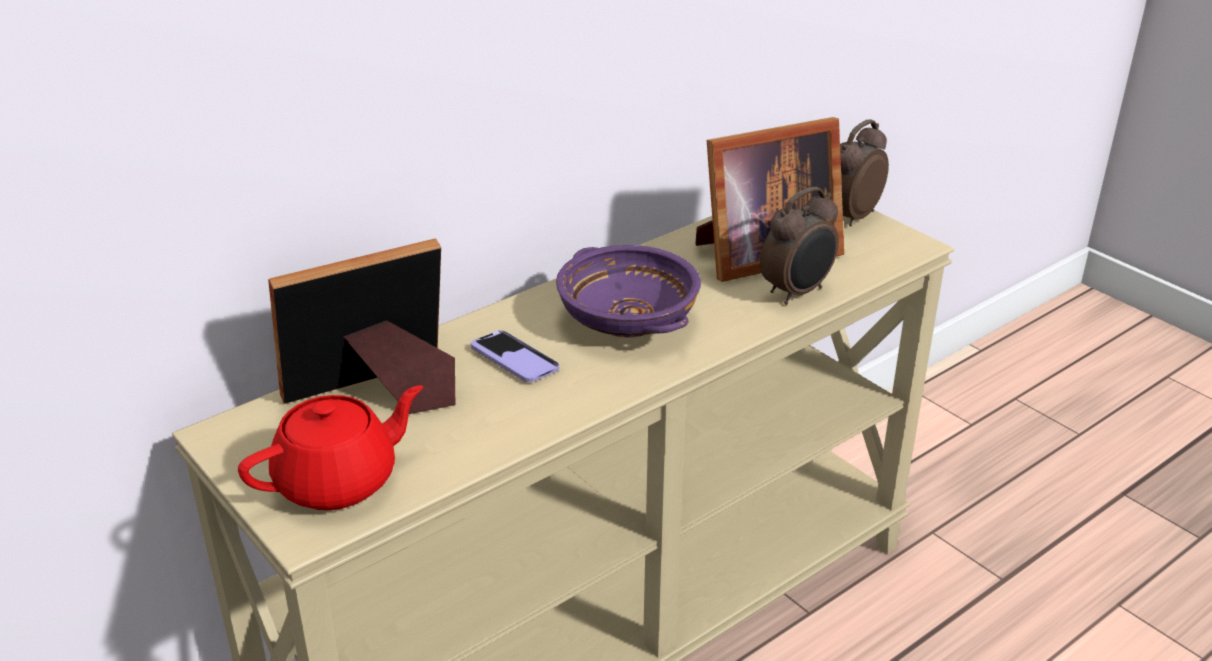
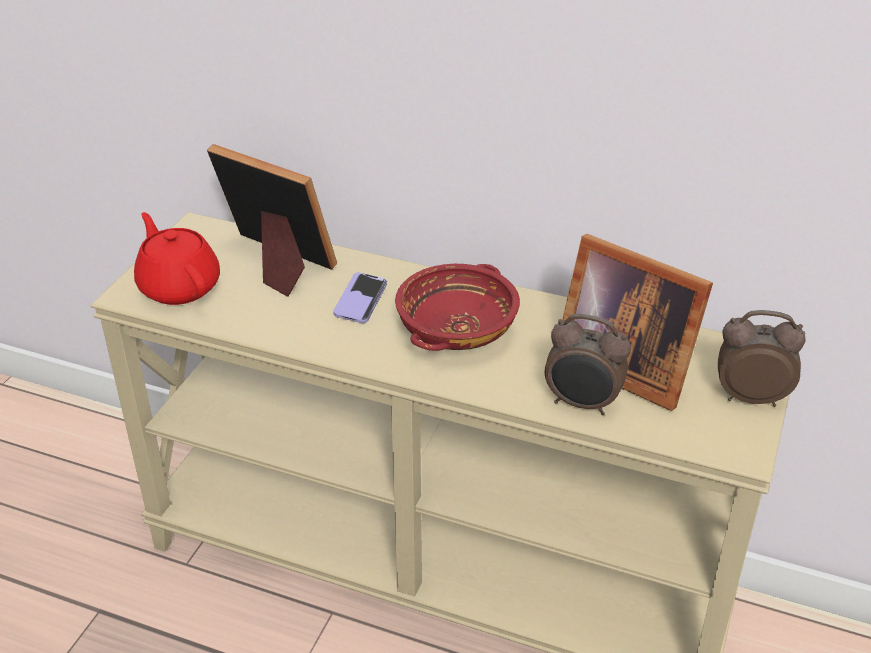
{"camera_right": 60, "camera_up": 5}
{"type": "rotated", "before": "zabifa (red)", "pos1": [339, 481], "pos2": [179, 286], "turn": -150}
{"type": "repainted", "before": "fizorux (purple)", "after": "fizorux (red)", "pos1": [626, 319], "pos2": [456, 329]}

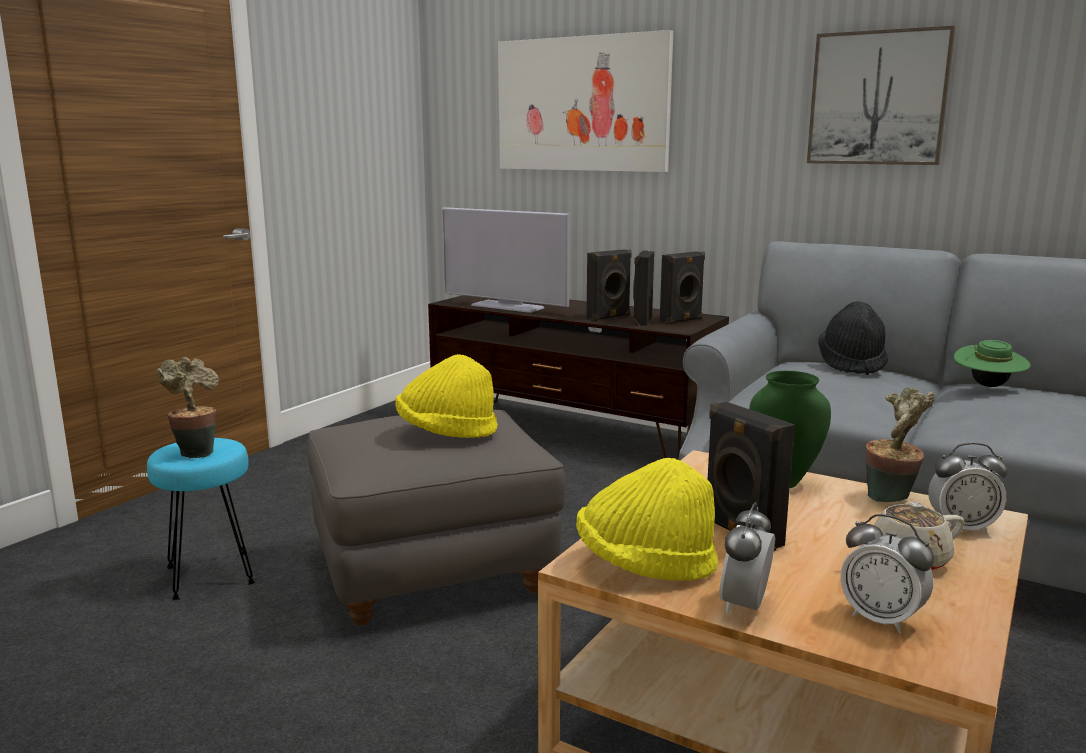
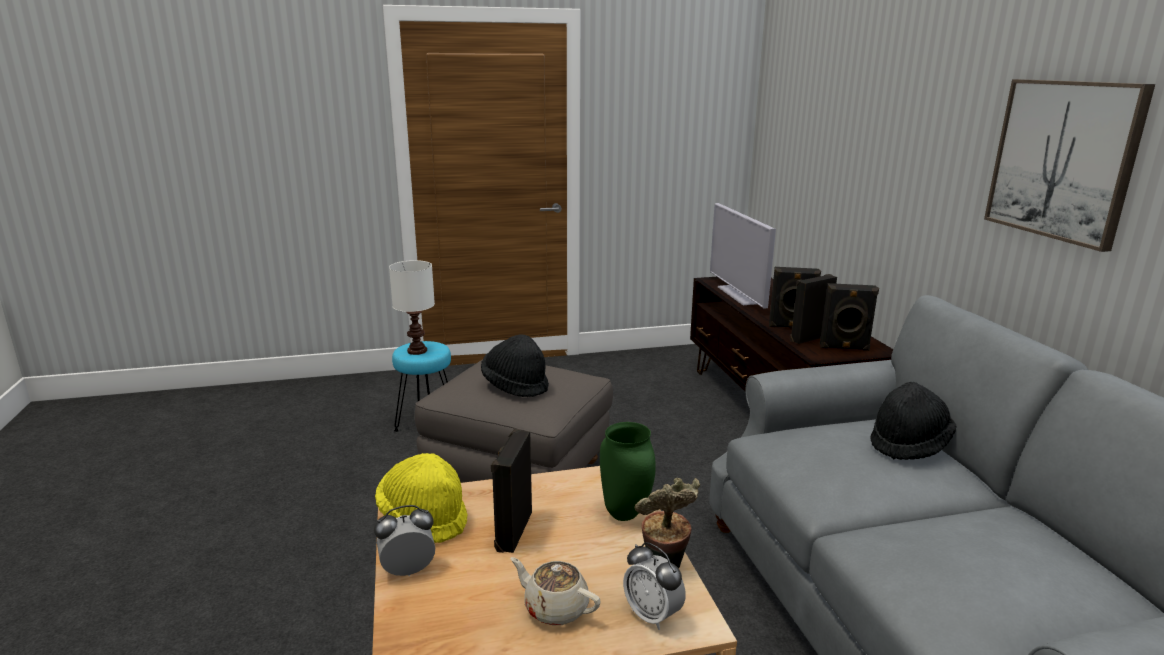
{"camera_right": 45, "camera_up": 5}
{"type": "swapped", "before": "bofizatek", "after": "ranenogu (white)", "pos1": [195, 452], "pos2": [417, 350]}
{"type": "repainted", "before": "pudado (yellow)", "after": "pudado (black)", "pos1": [446, 432], "pos2": [515, 385]}
{"type": "gone", "before": "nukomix", "pos1": [582, 104]}
{"type": "gone", "before": "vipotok", "pos1": [881, 619]}
{"type": "gone", "before": "pudado (green)", "pos1": [987, 386]}

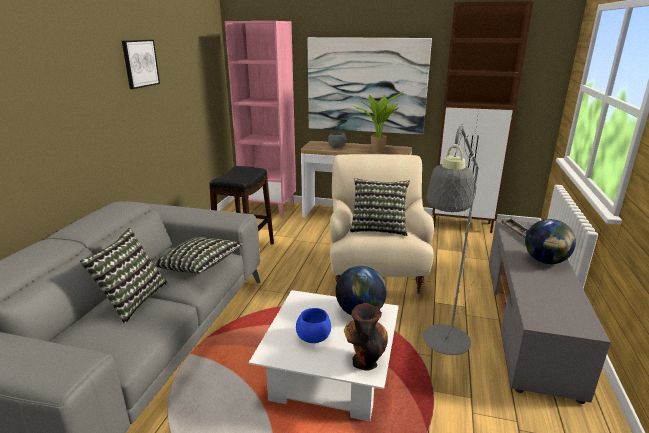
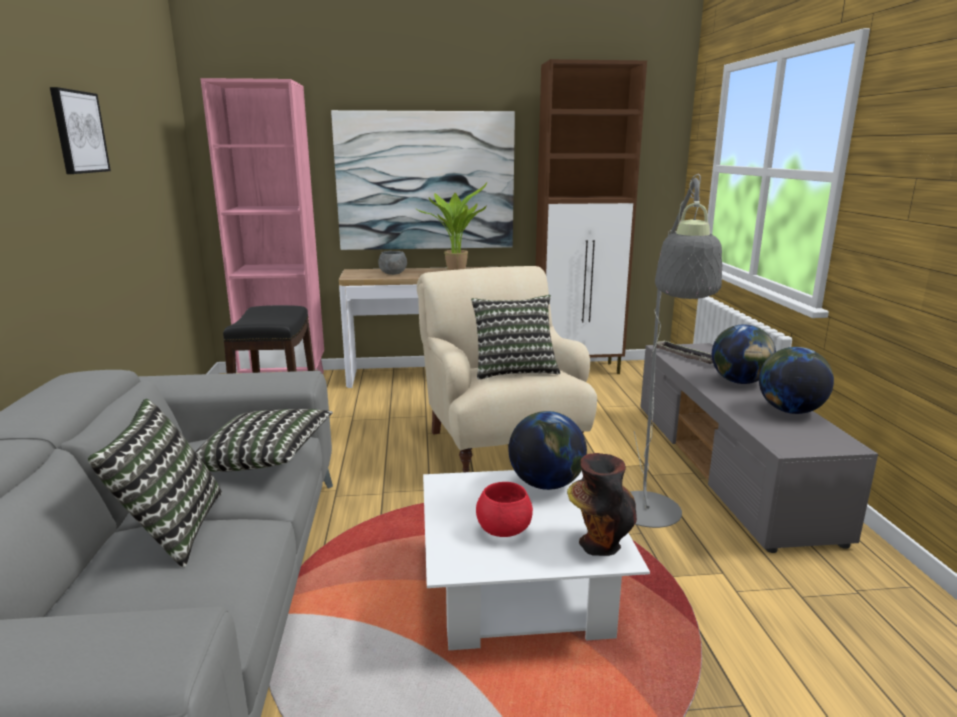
{"camera_right": -20, "camera_up": -5}
{"type": "repainted", "before": "fizorux (blue)", "after": "fizorux (red)", "pos1": [313, 338], "pos2": [504, 530]}
{"type": "new", "after": "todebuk", "pos2": [789, 411]}

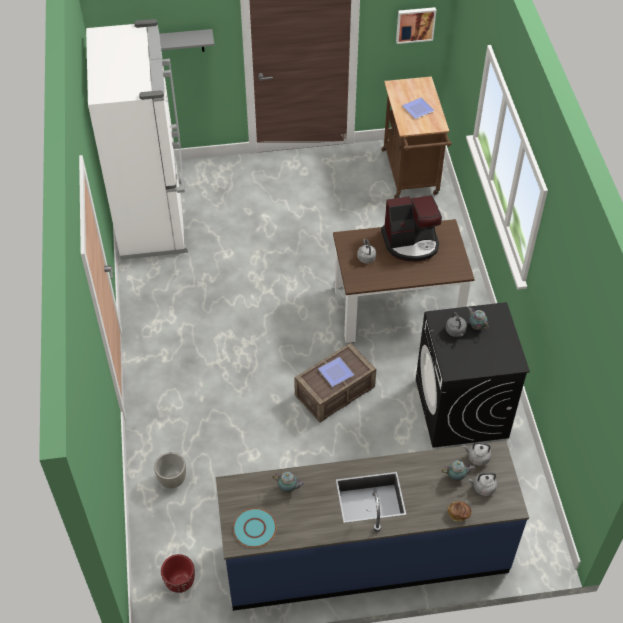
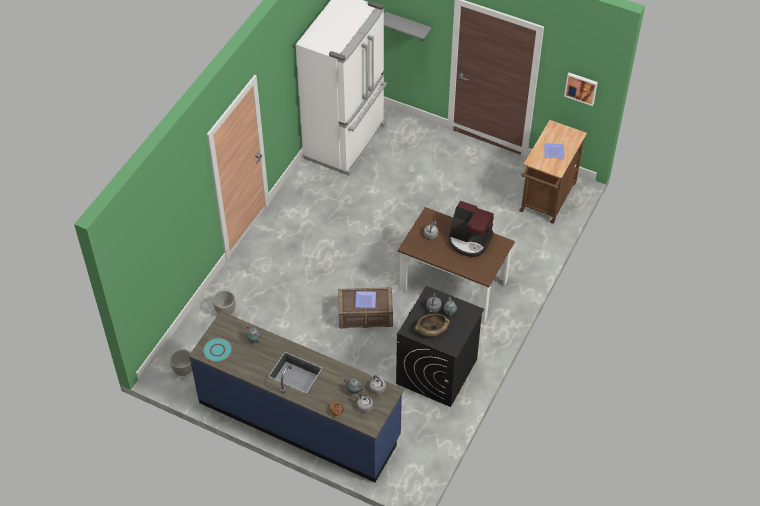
{"camera_right": 35, "camera_up": 0}
{"type": "repainted", "before": "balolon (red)", "after": "balolon (grey)", "pos1": [180, 582], "pos2": [183, 370]}
{"type": "new", "after": "fizorux (brown)", "pos2": [432, 329]}

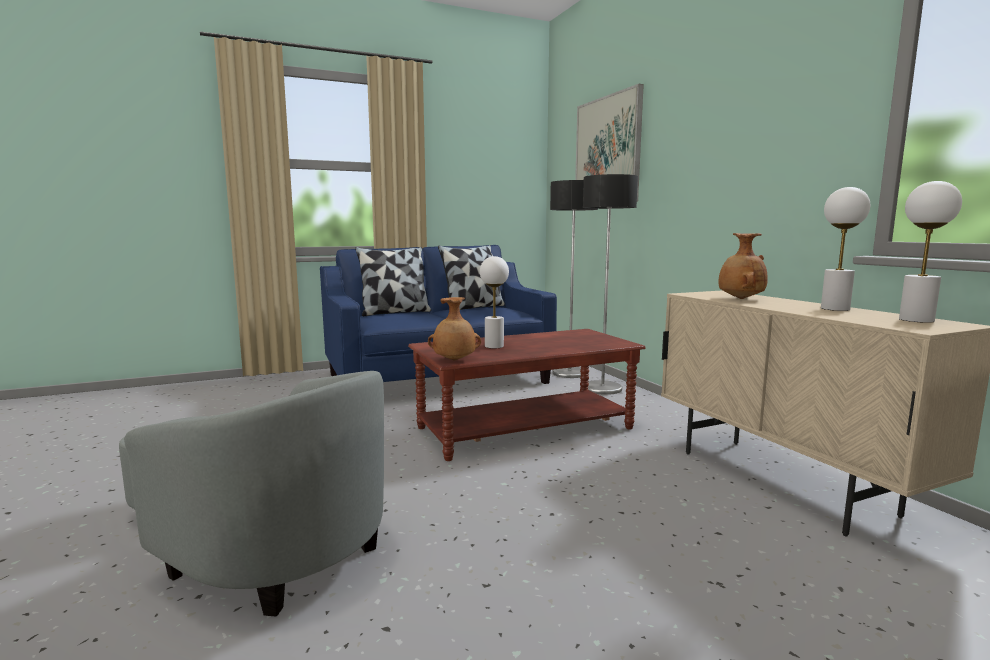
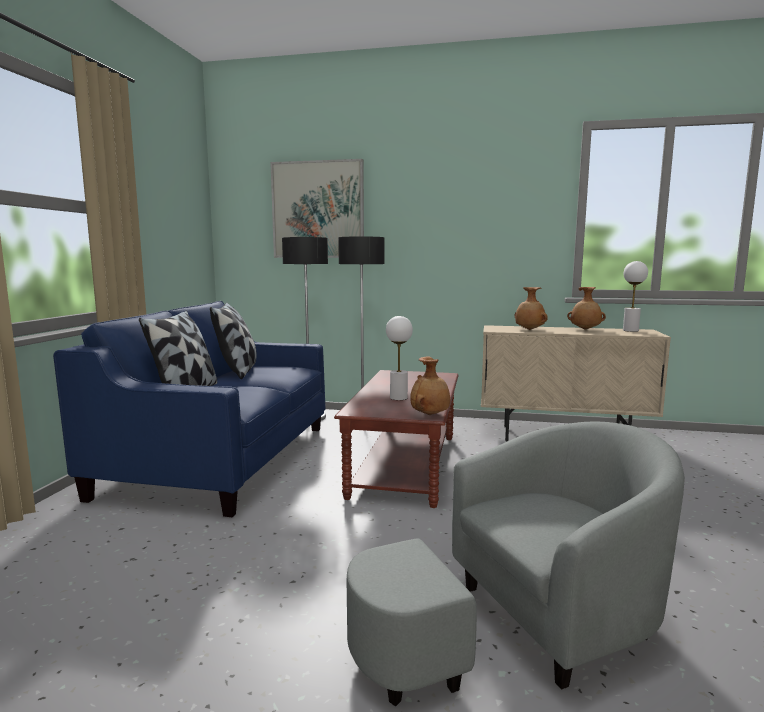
{"camera_right": -55, "camera_up": 0}
{"type": "swapped", "before": "ranenogu (white)", "after": "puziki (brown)", "pos1": [834, 309], "pos2": [585, 329]}

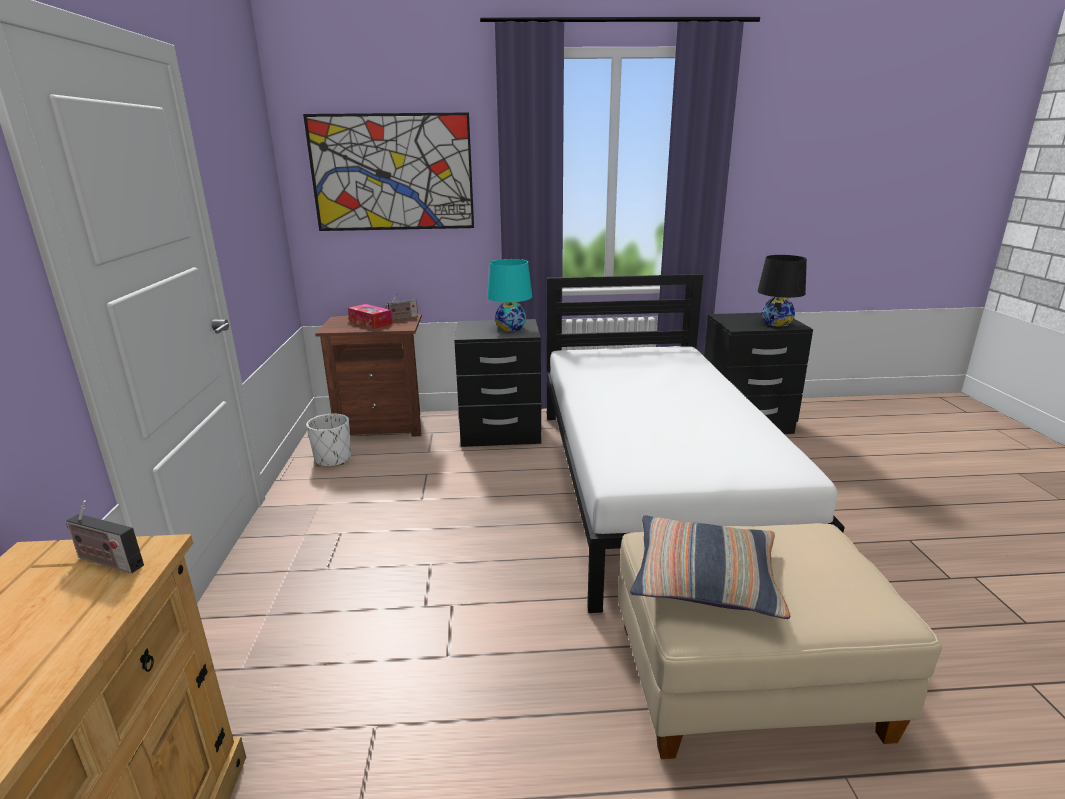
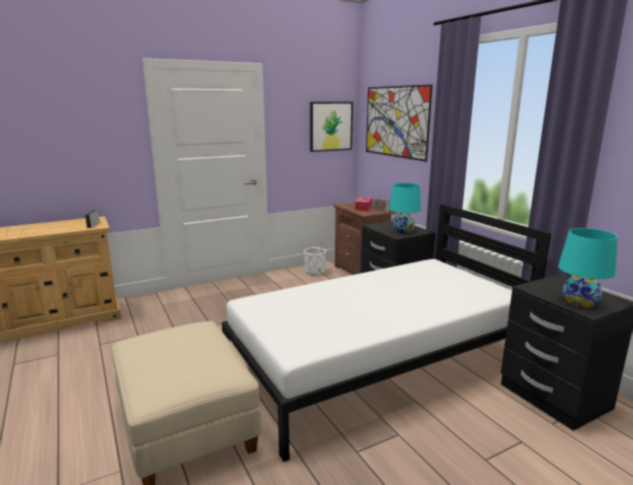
{"camera_right": 65, "camera_up": -5}
{"type": "new", "after": "nukomix", "pos2": [330, 126]}
{"type": "repainted", "before": "ranenogu (black)", "after": "ranenogu (turquoise)", "pos1": [776, 323], "pos2": [580, 302]}
{"type": "gone", "before": "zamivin", "pos1": [705, 578]}

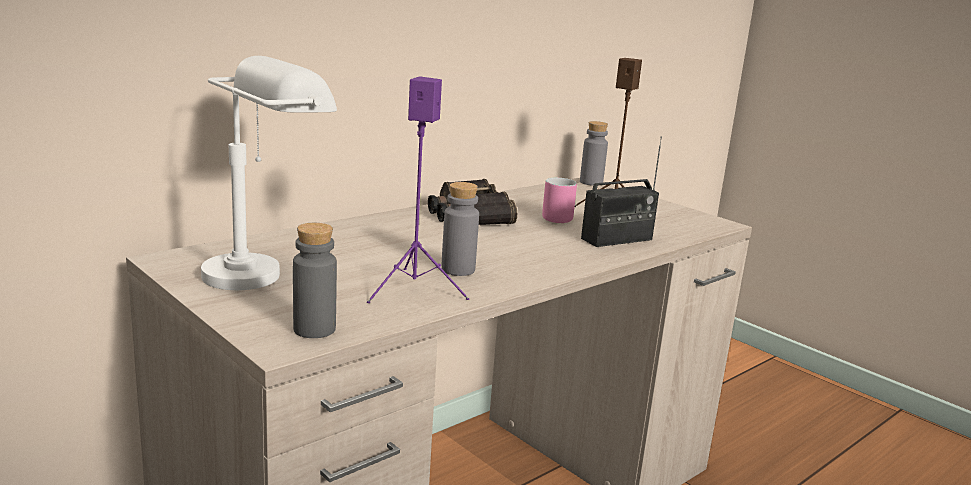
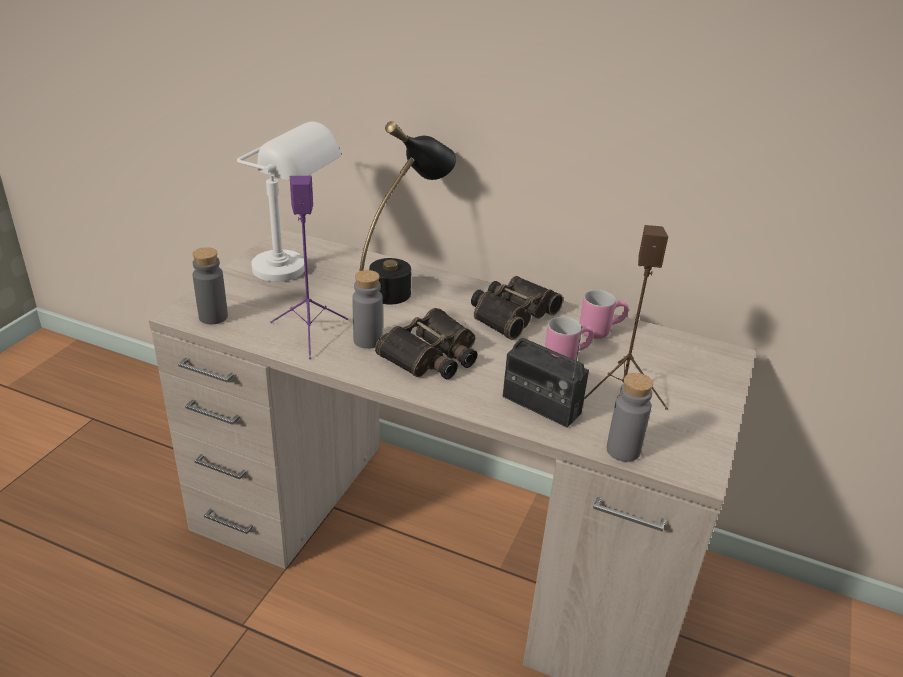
{"camera_right": 65, "camera_up": 15}
{"type": "new", "after": "ranenogu (black)", "pos2": [403, 285]}
{"type": "new", "after": "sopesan", "pos2": [432, 356]}
{"type": "new", "after": "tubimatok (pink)", "pos2": [600, 329]}
{"type": "shifted", "before": "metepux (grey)", "pos1": [591, 182], "pos2": [623, 450]}

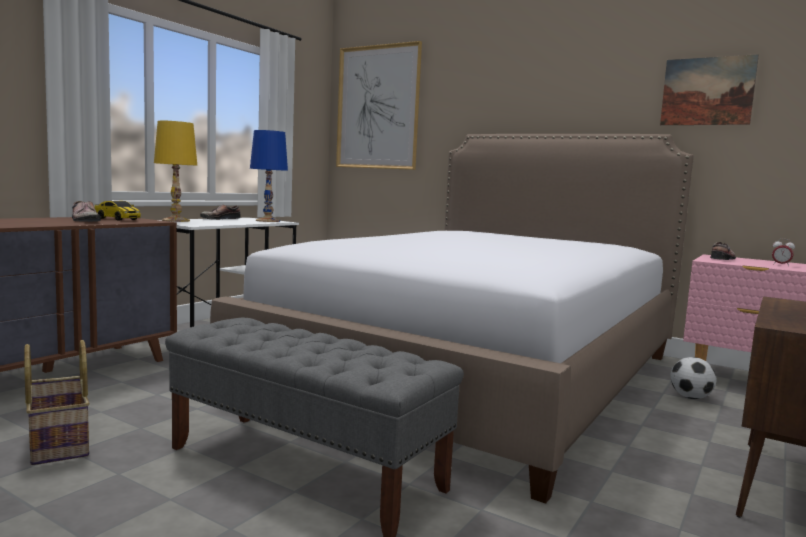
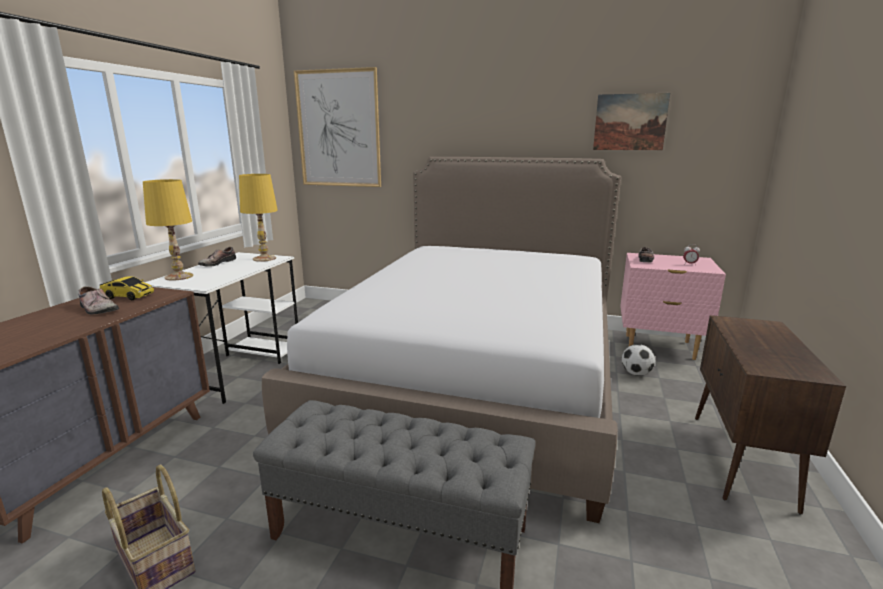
{"camera_right": -15, "camera_up": 10}
{"type": "repainted", "before": "ranenogu (blue)", "after": "ranenogu (yellow)", "pos1": [268, 221], "pos2": [265, 258]}

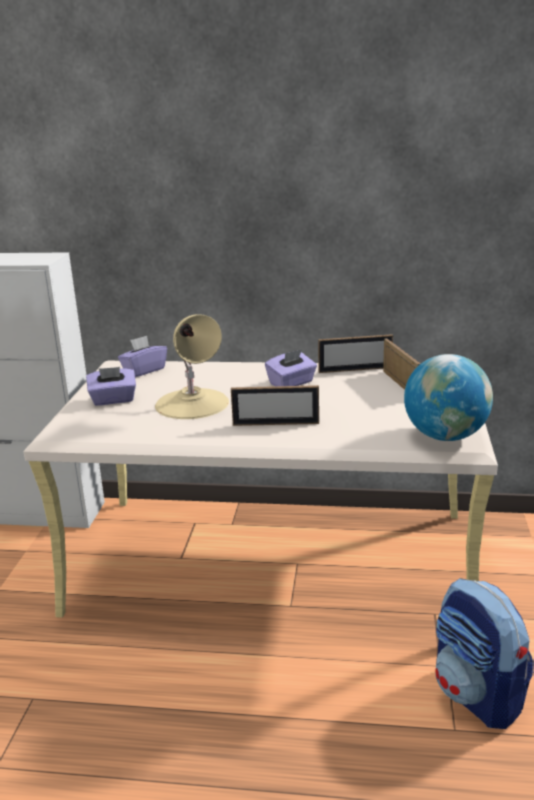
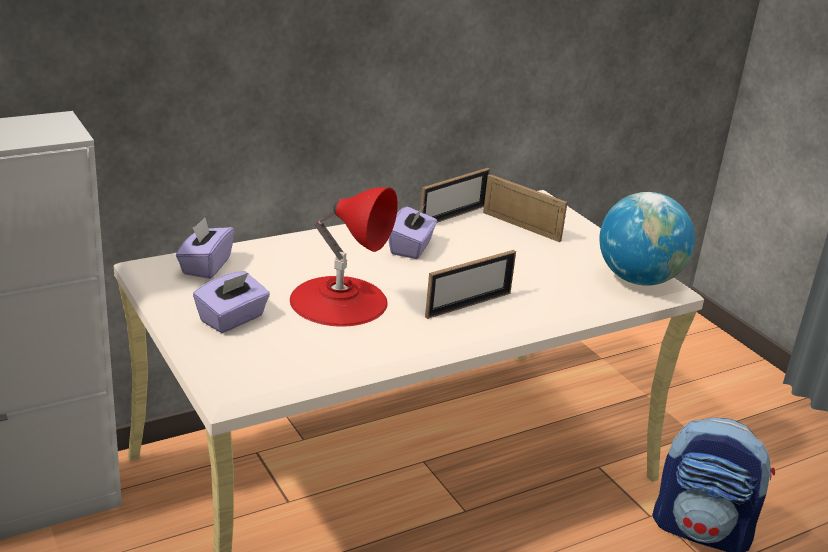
{"camera_right": -40, "camera_up": 5}
{"type": "repainted", "before": "ranenogu (beige)", "after": "ranenogu (red)", "pos1": [192, 403], "pos2": [339, 300]}

